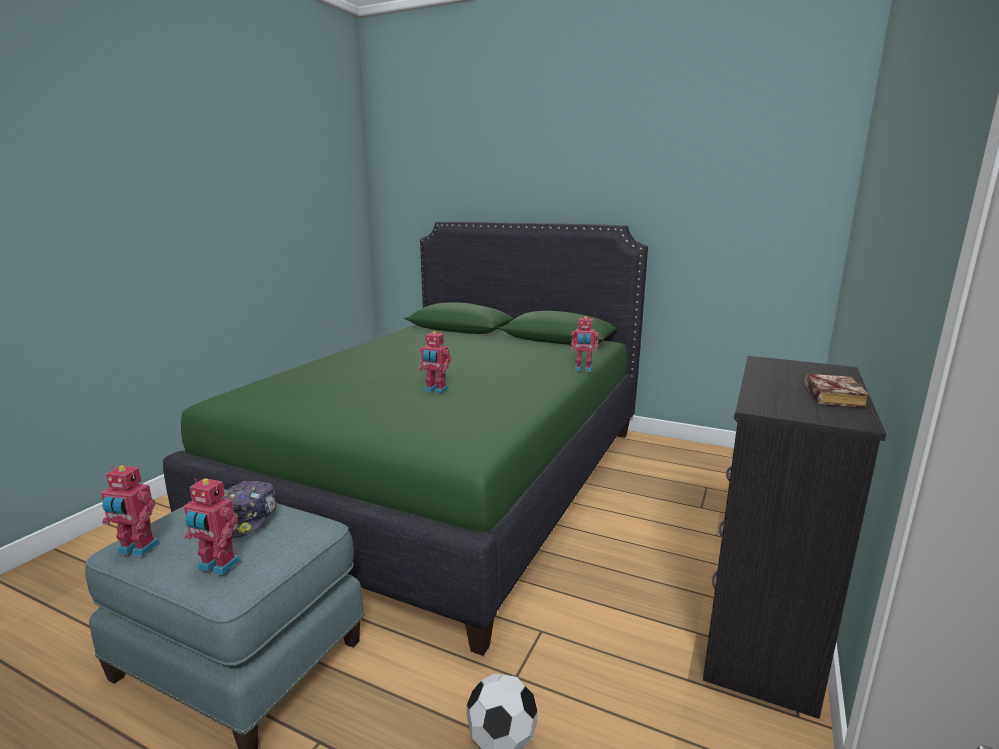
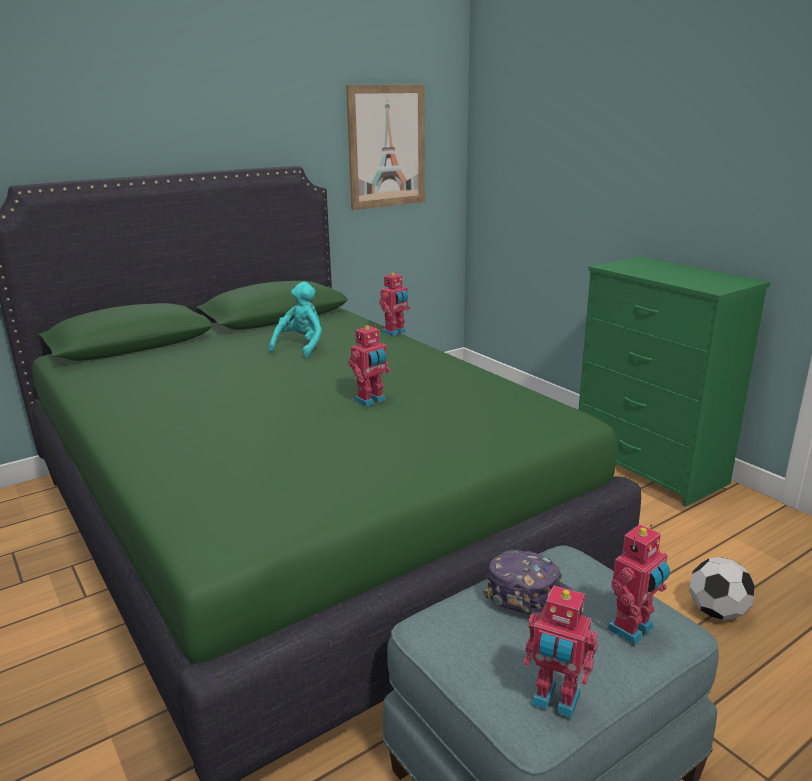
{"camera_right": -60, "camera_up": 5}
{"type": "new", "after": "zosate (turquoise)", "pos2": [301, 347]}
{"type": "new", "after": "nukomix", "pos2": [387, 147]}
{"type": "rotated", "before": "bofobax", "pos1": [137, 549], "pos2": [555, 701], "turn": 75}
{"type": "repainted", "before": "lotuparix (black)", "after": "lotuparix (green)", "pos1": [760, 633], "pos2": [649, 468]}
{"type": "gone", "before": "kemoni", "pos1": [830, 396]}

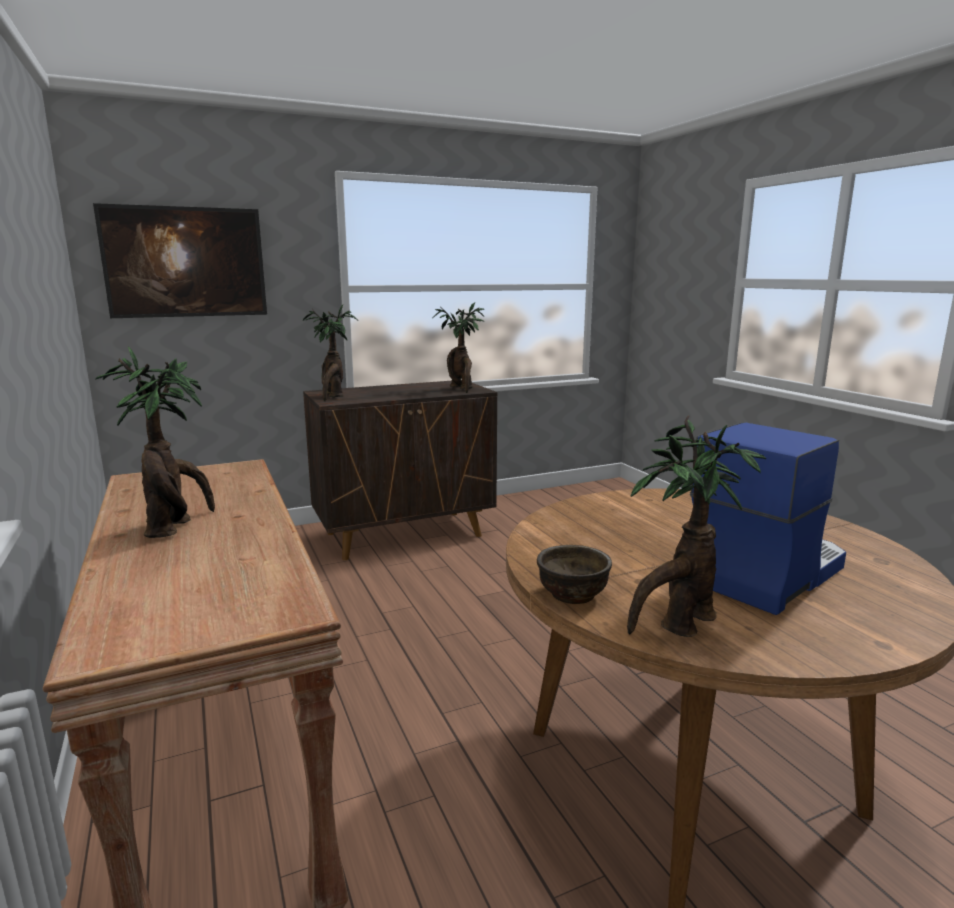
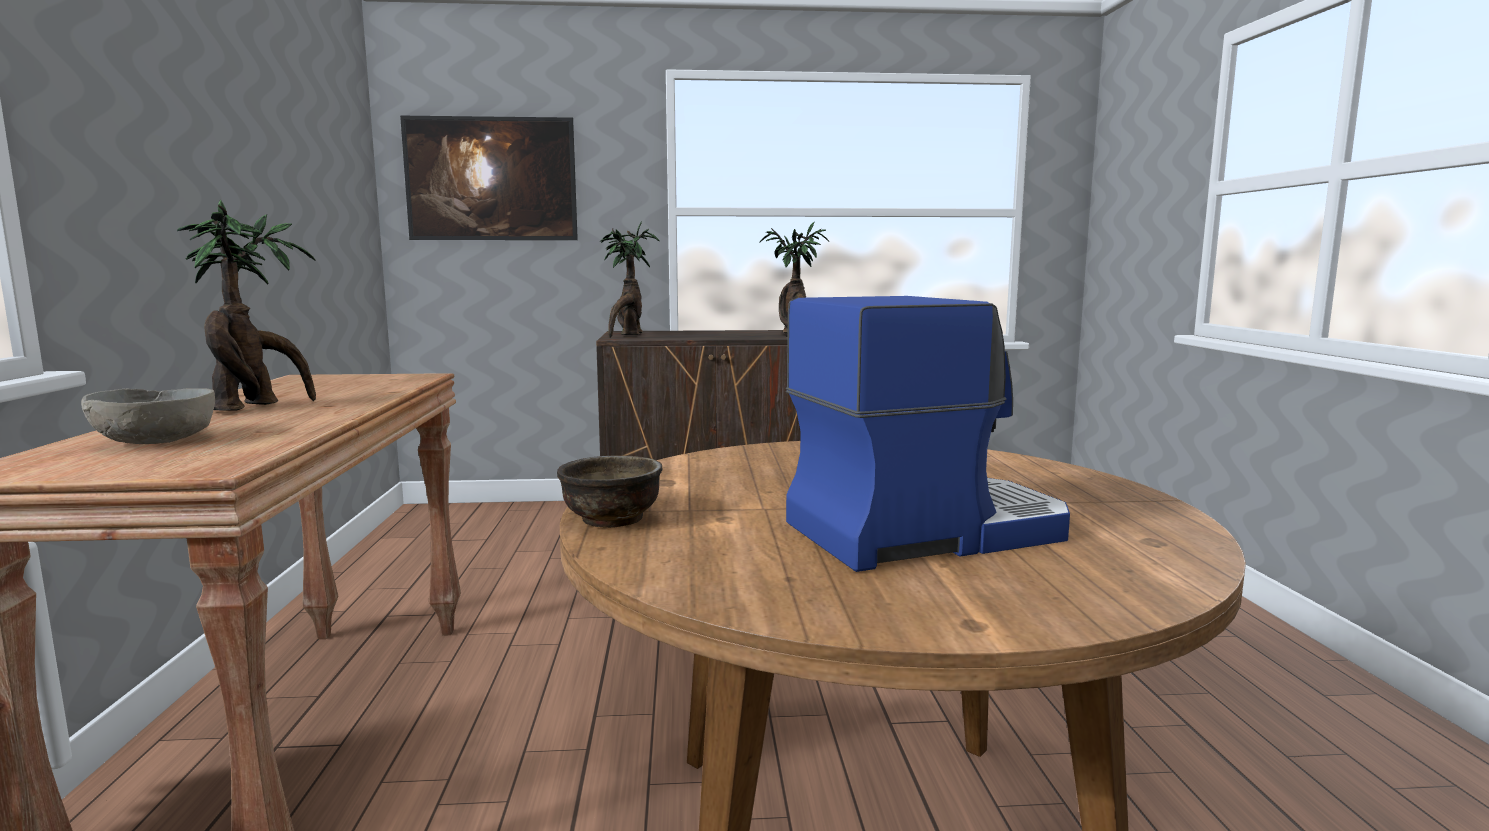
{"camera_right": 20, "camera_up": -5}
{"type": "new", "after": "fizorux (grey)", "pos2": [157, 440]}
{"type": "gone", "before": "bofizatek", "pos1": [679, 625]}

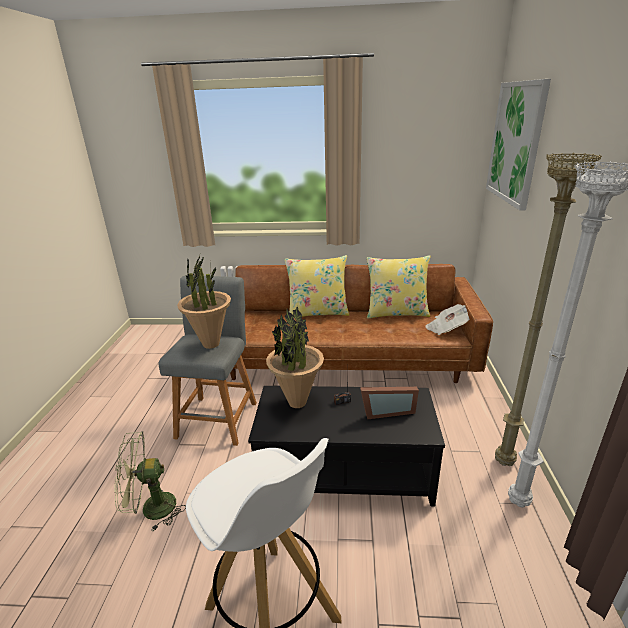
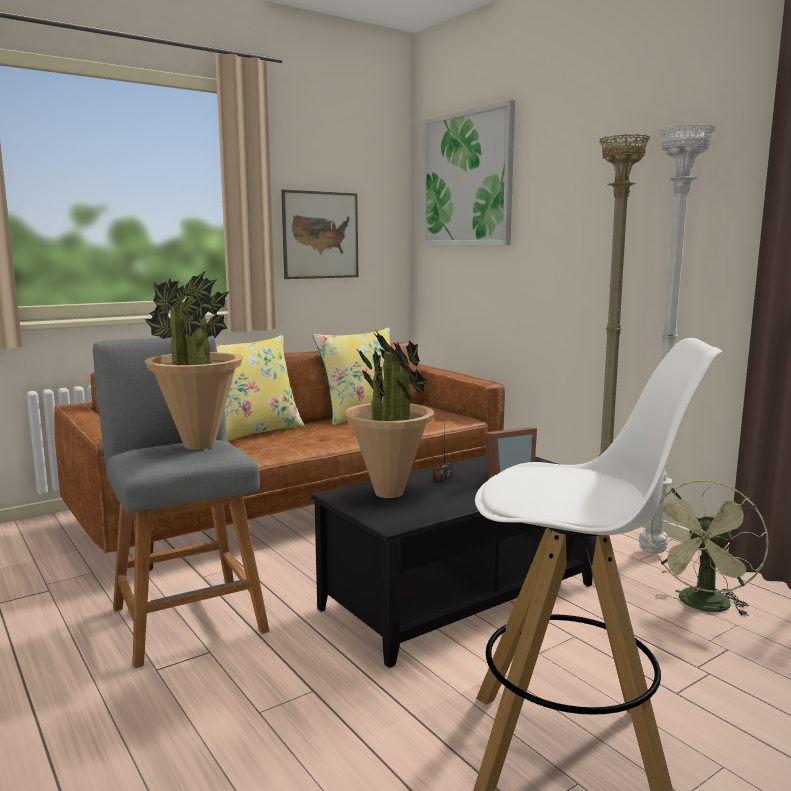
{"camera_right": -40, "camera_up": -15}
{"type": "new", "after": "nukomix", "pos2": [320, 235]}
{"type": "shifted", "before": "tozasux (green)", "pos1": [151, 509], "pos2": [703, 606]}
{"type": "gone", "before": "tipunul", "pos1": [446, 329]}

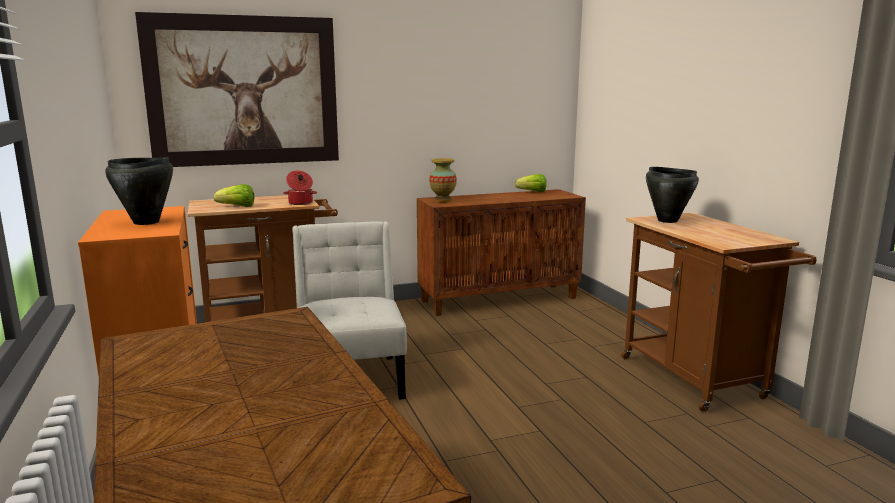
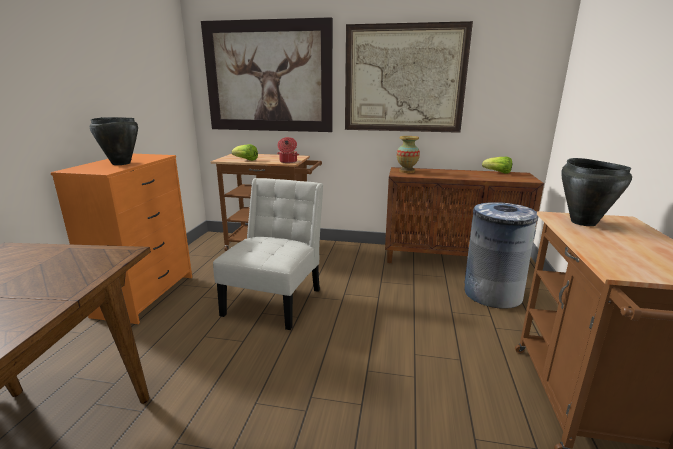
{"camera_right": 30, "camera_up": 5}
{"type": "new", "after": "nukomix", "pos2": [404, 79]}
{"type": "new", "after": "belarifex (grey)", "pos2": [492, 294]}

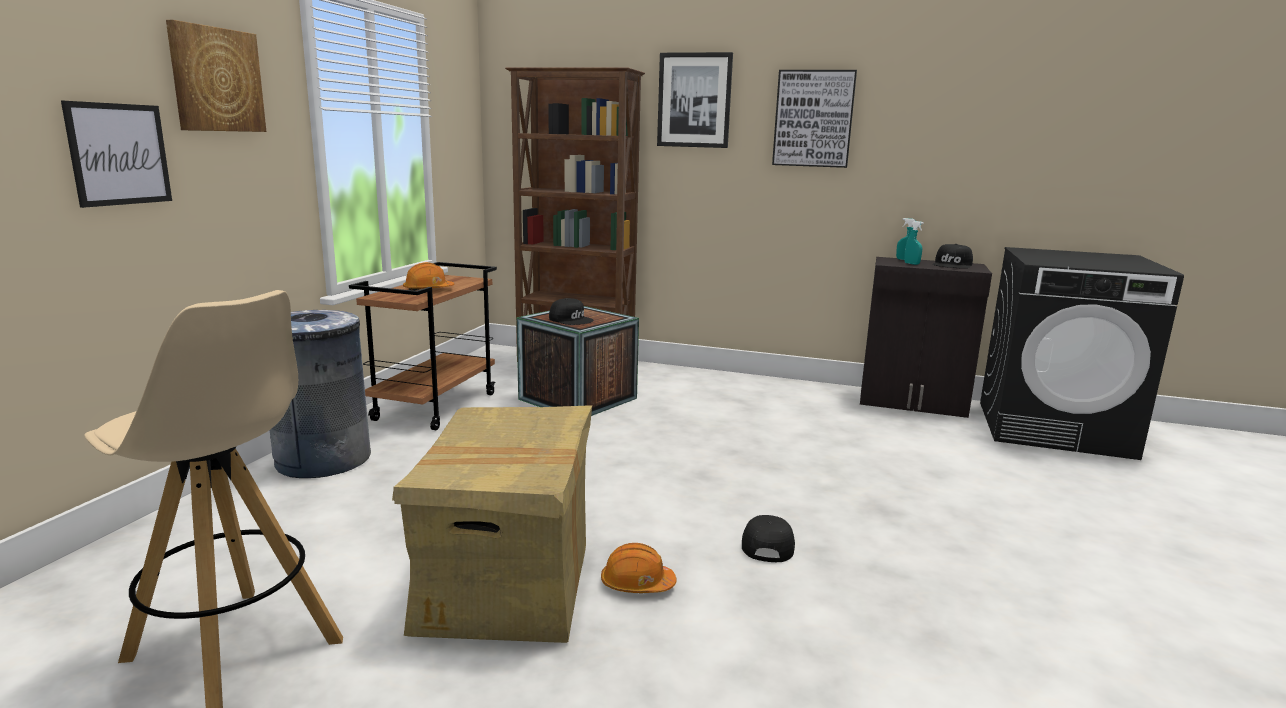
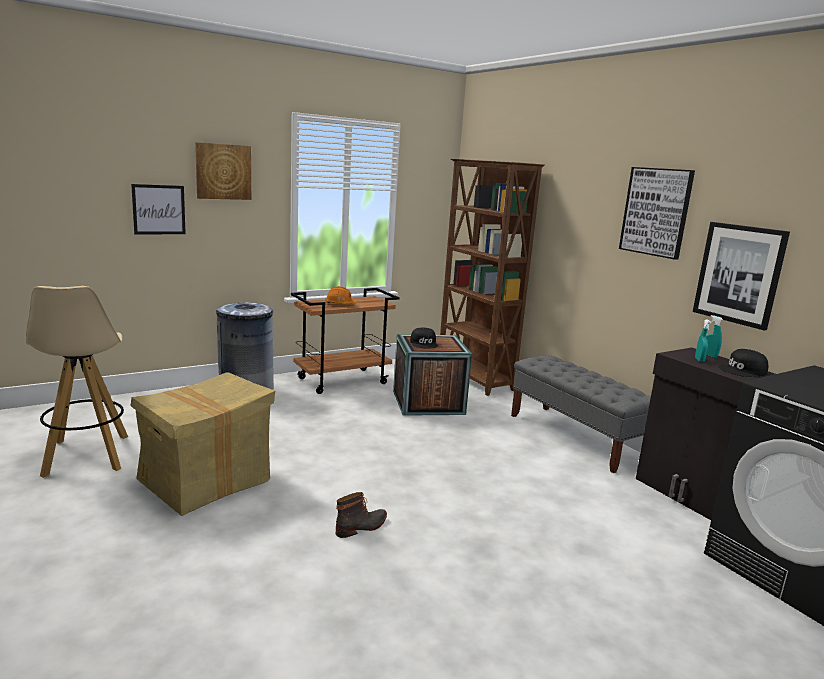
{"camera_right": 40, "camera_up": 0}
{"type": "swapped", "before": "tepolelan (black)", "after": "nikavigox", "pos1": [766, 544], "pos2": [362, 527]}
{"type": "new", "after": "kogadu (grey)", "pos2": [576, 437]}
{"type": "shifted", "before": "nukomix", "pos1": [694, 100], "pos2": [739, 274]}
{"type": "gone", "before": "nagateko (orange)", "pos1": [637, 584]}

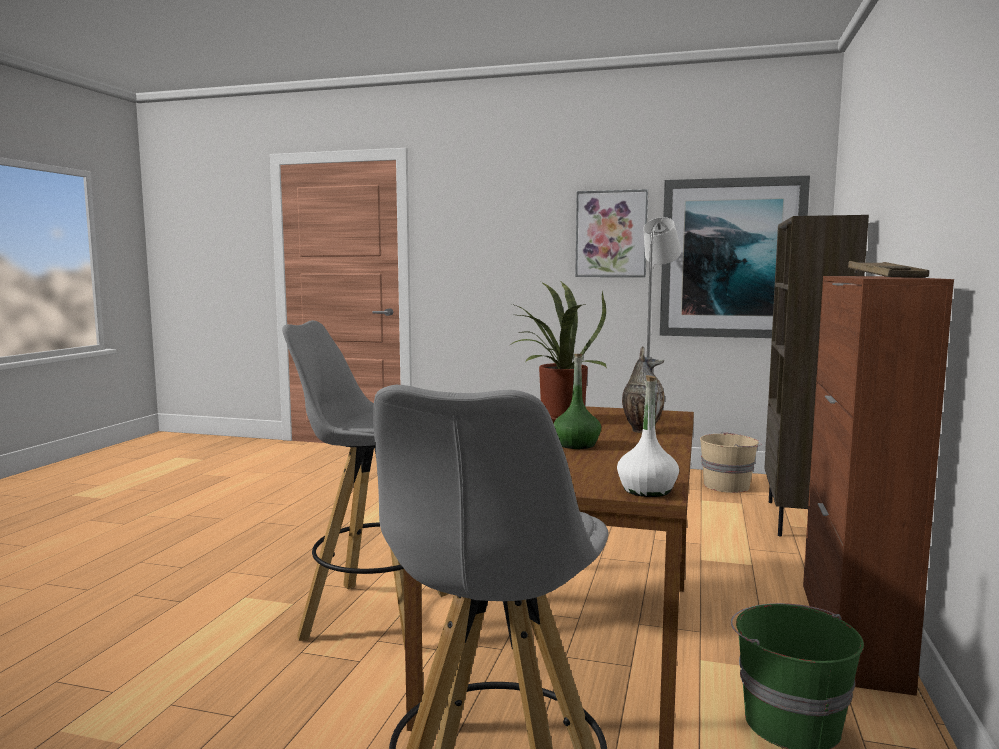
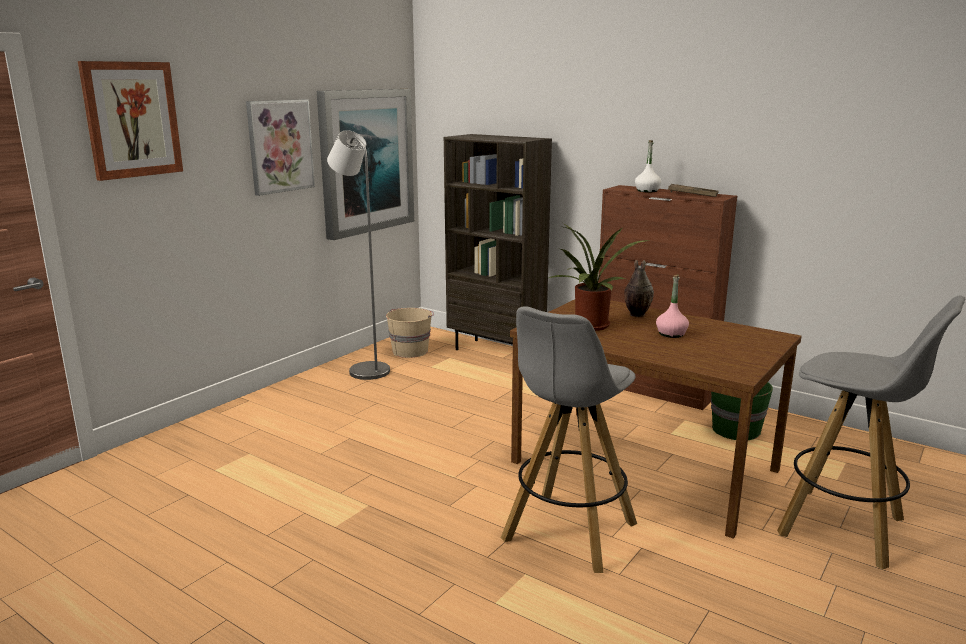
{"camera_right": -70, "camera_up": 10}
{"type": "new", "after": "nukomix", "pos2": [132, 119]}
{"type": "shifted", "before": "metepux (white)", "pos1": [647, 490], "pos2": [647, 191]}
{"type": "repainted", "before": "metepux (green)", "after": "metepux (pink)", "pos1": [576, 445], "pos2": [671, 334]}

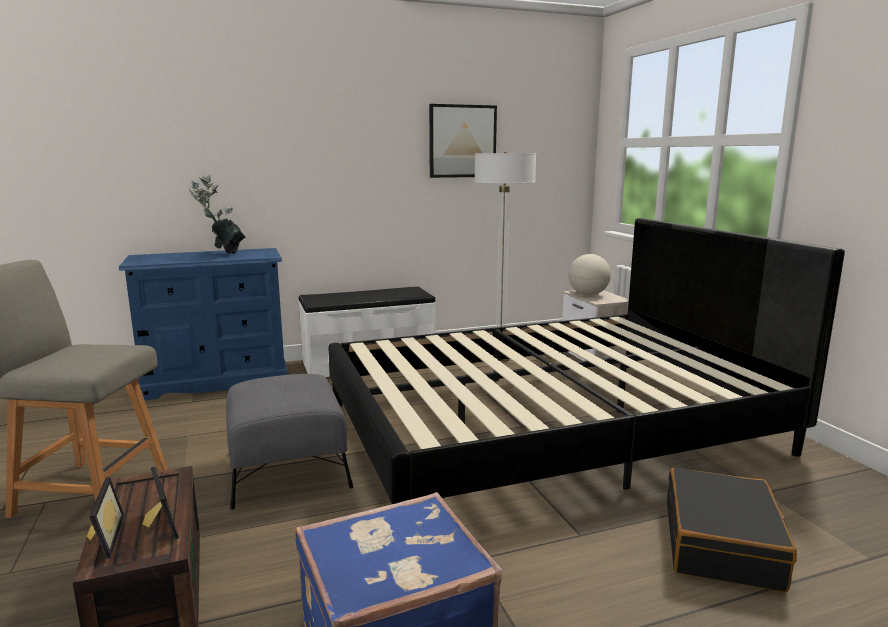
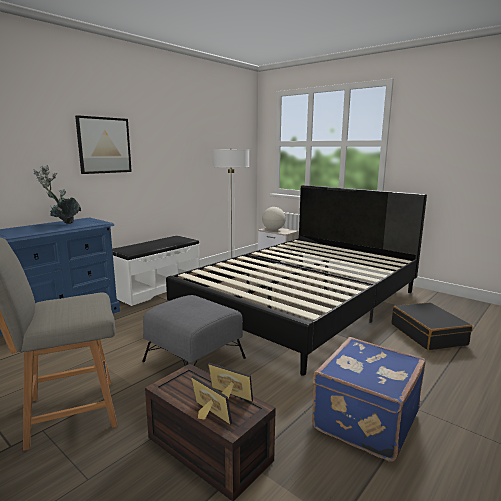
{"camera_right": -30, "camera_up": 0}
{"type": "shifted", "before": "nukomix", "pos1": [462, 141], "pos2": [104, 145]}

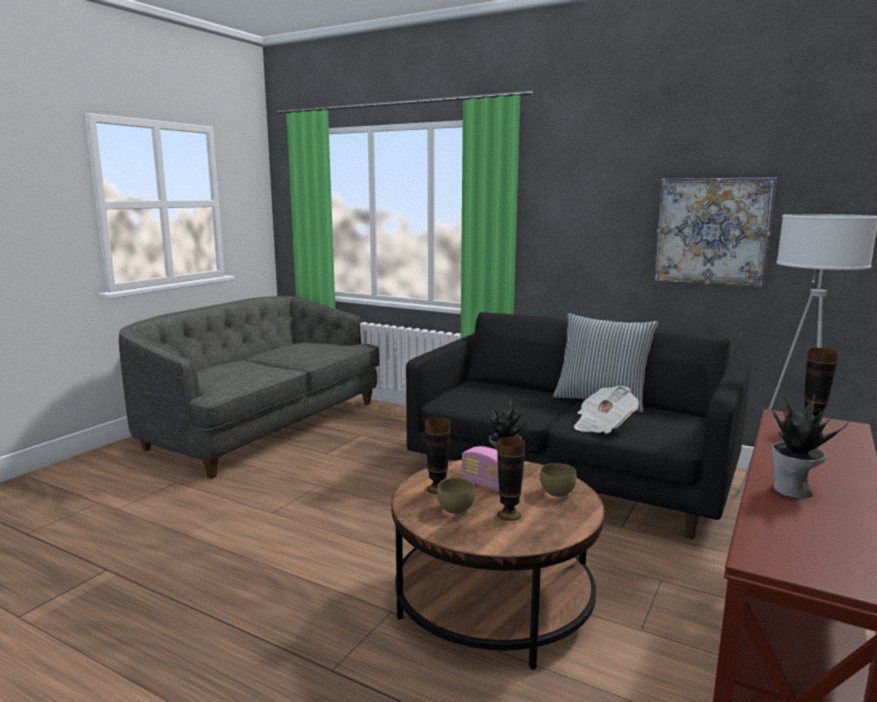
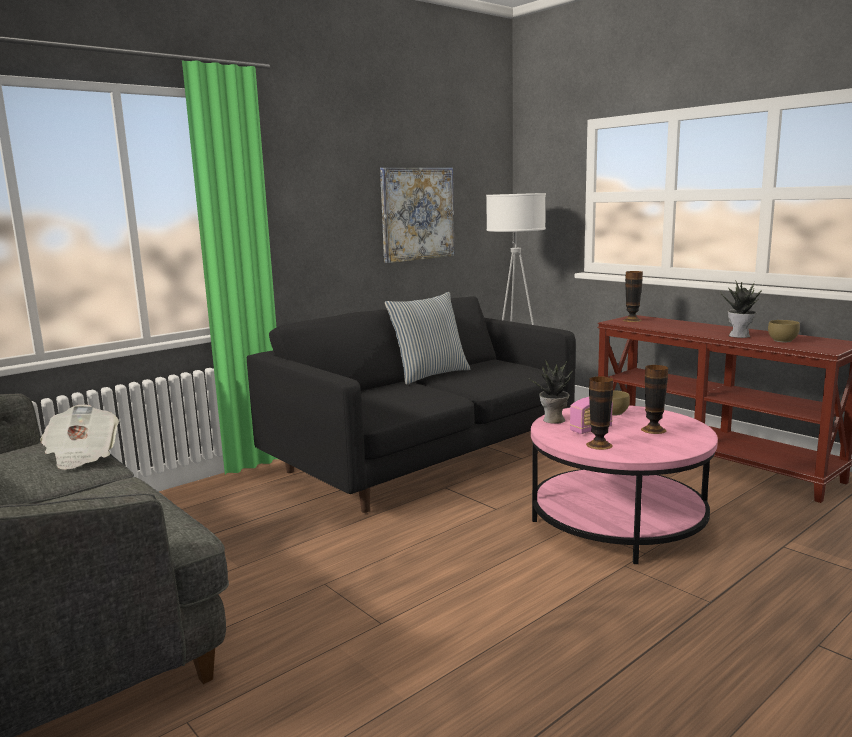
{"camera_right": -70, "camera_up": 0}
{"type": "shifted", "before": "tipunul", "pos1": [603, 426], "pos2": [82, 455]}
{"type": "repainted", "before": "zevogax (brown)", "after": "zevogax (pink)", "pos1": [494, 601], "pos2": [617, 521]}
{"type": "shifted", "before": "fizorux (brown)", "pos1": [457, 509], "pos2": [782, 340]}

